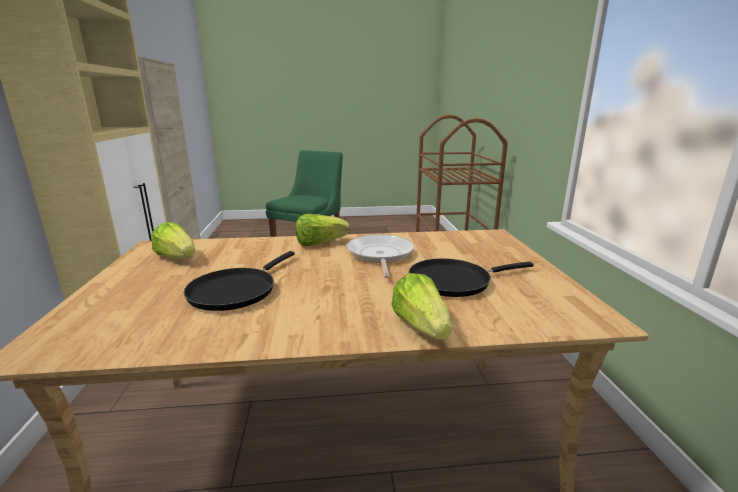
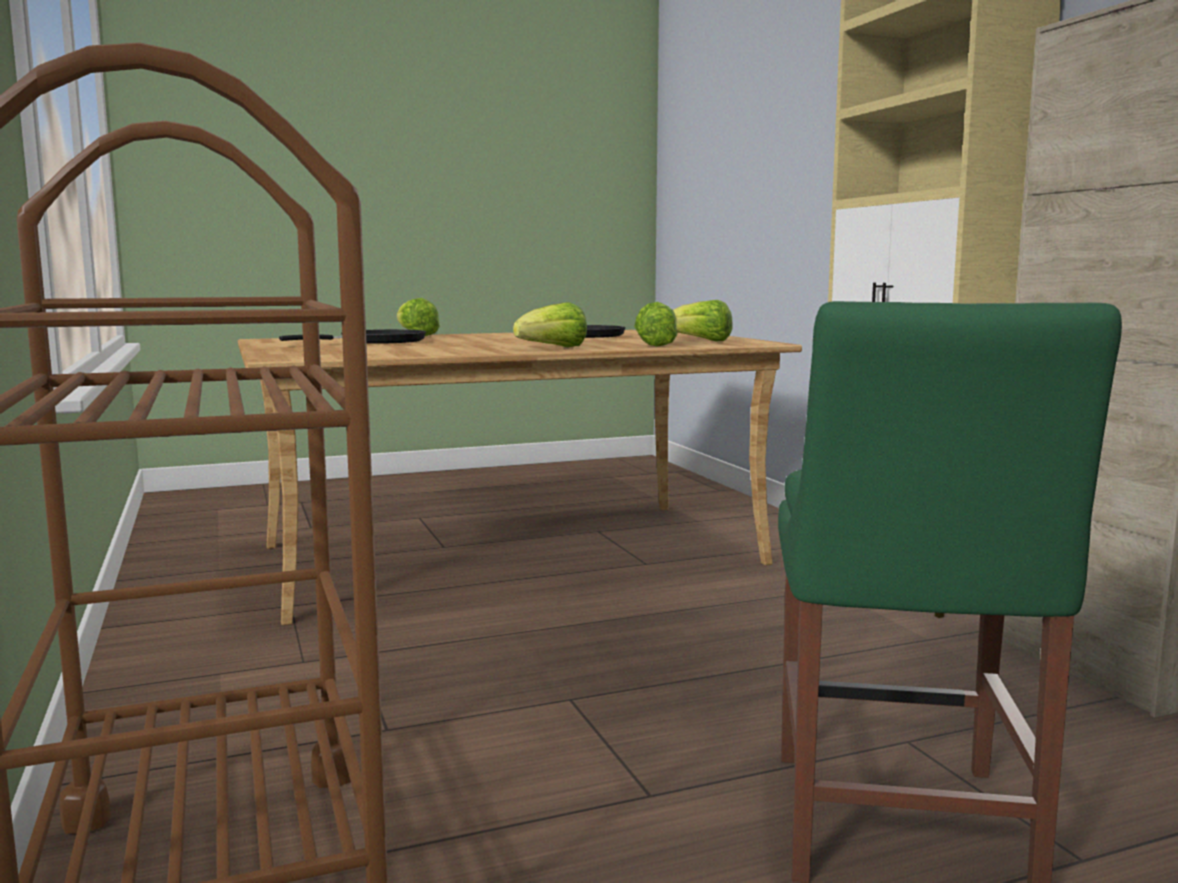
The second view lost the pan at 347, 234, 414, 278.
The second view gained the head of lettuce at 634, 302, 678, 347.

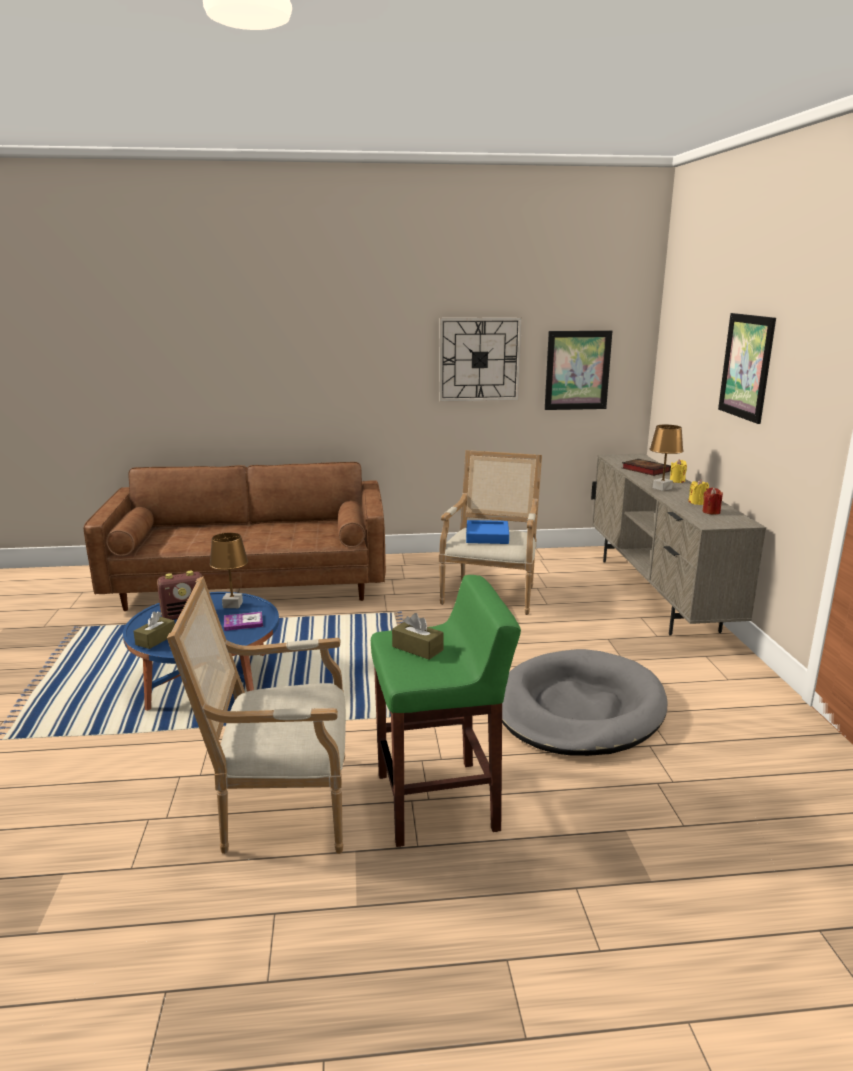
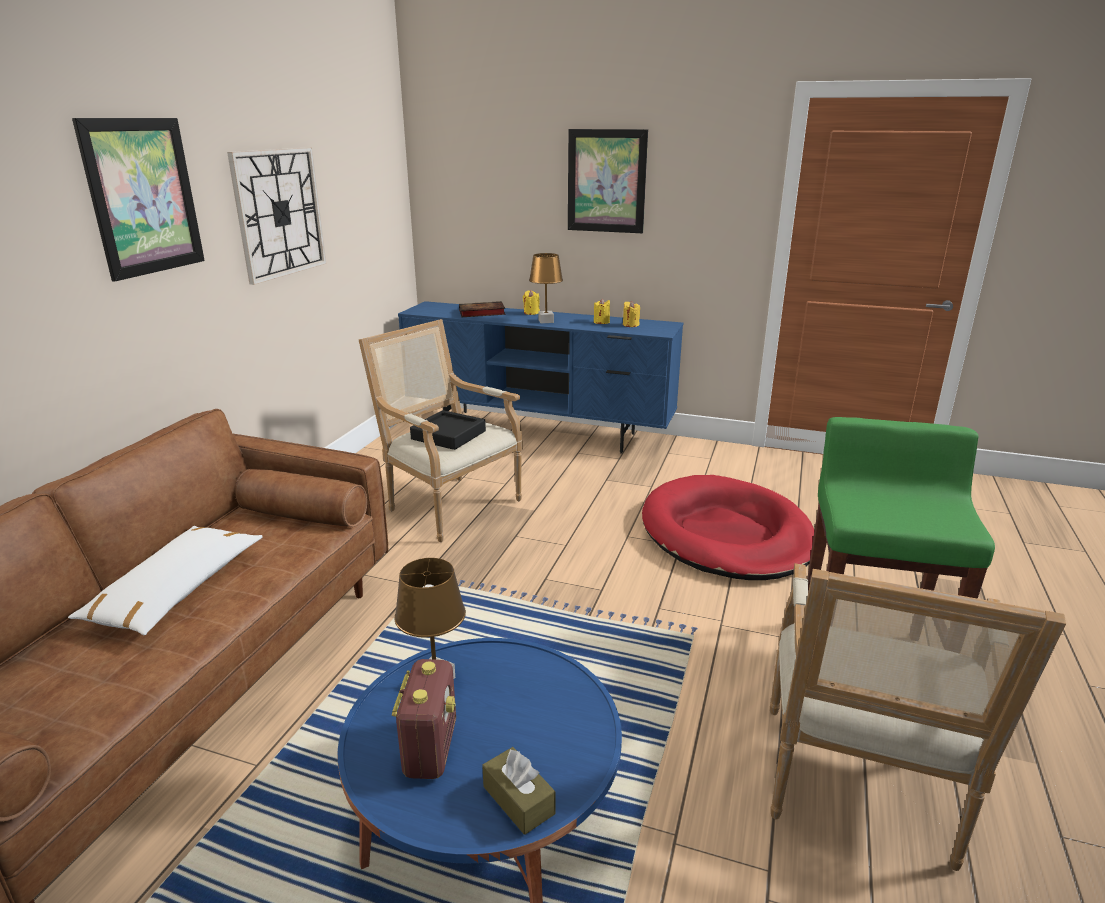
The second view lost the book at 224, 612, 263, 631.
The second view lost the tissue holder in brown-coloured at 392, 613, 444, 660.
What was the tray in blue-coloured at 466, 520, 509, 544 turned into the tray in blackish at 410, 410, 486, 450.
What was the dog bed in grey at 502, 649, 667, 756 turned into the dog bed in red at 642, 475, 815, 580.
The wall art ended up elsewhere, having gone from 545, 330, 612, 410 to 72, 118, 205, 282.
What was the media console in sand-coloured at 591, 454, 766, 636 turned into the media console in blue-coloured at 398, 301, 683, 454.
What was the wax candle in red at 702, 487, 723, 514 turned into the wax candle in yellow-coloured at 623, 301, 640, 327.
The second view gained the throw pillow in white-coloured at 68, 526, 263, 635.

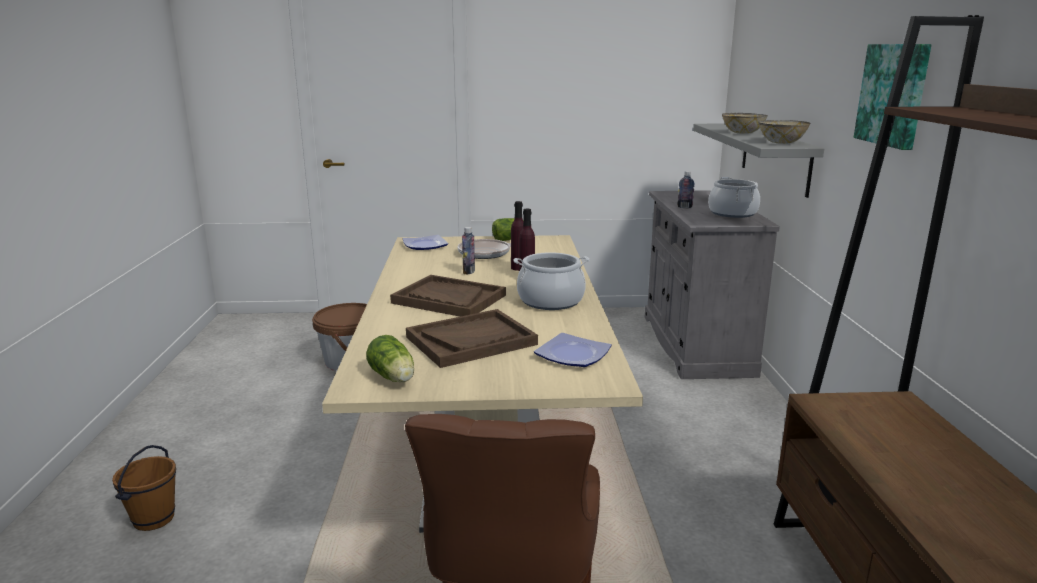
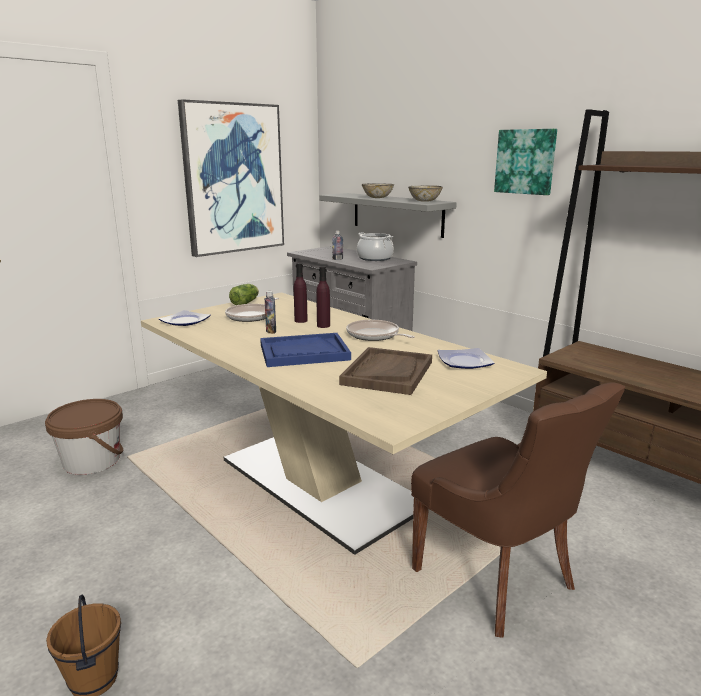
The second view lost the head of lettuce at 366, 335, 414, 382.
What was the tray in brown-coloured at 390, 275, 506, 317 turned into the tray in blue-coloured at 260, 333, 351, 367.
Where the saucepot stood at 514, 252, 589, 310, the pan came to stand at 346, 320, 415, 341.
The second view gained the wall art at 178, 99, 284, 257.

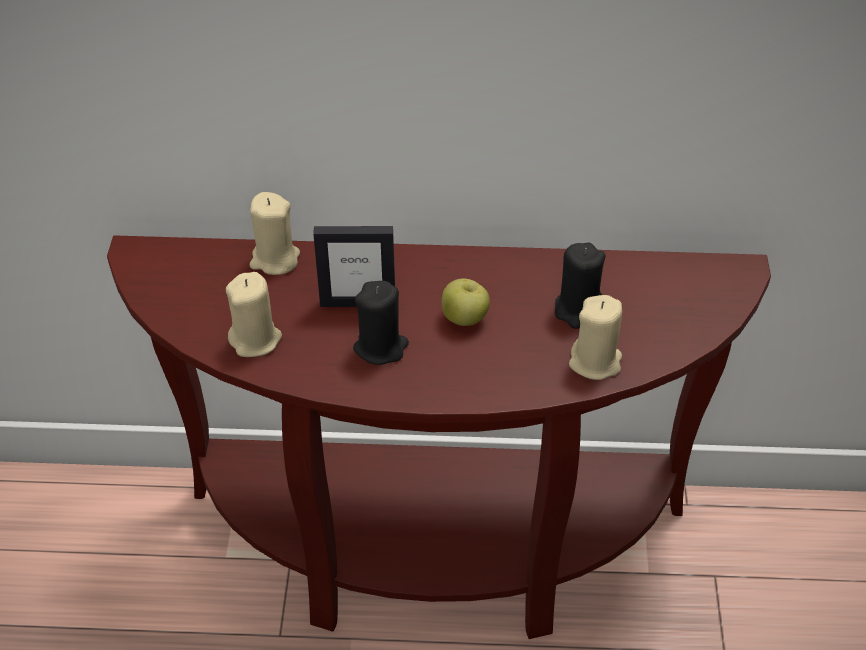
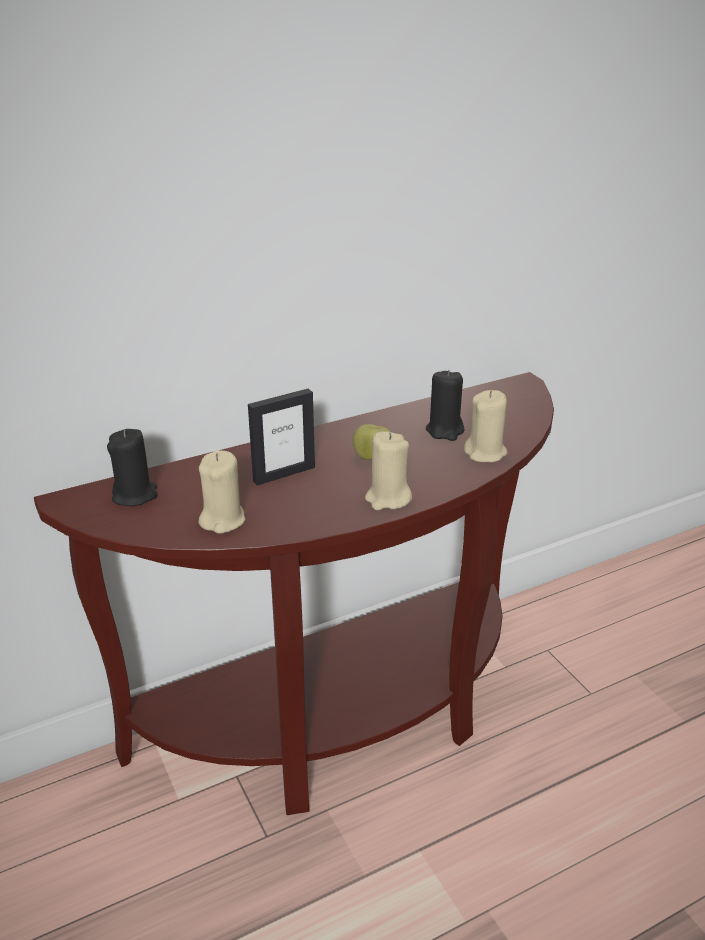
The wax candle in sand-coloured ended up elsewhere, having gone from 250, 192, 300, 275 to 365, 431, 412, 510.
The wax candle in blackish ended up elsewhere, having gone from 353, 281, 409, 365 to 107, 429, 158, 506.

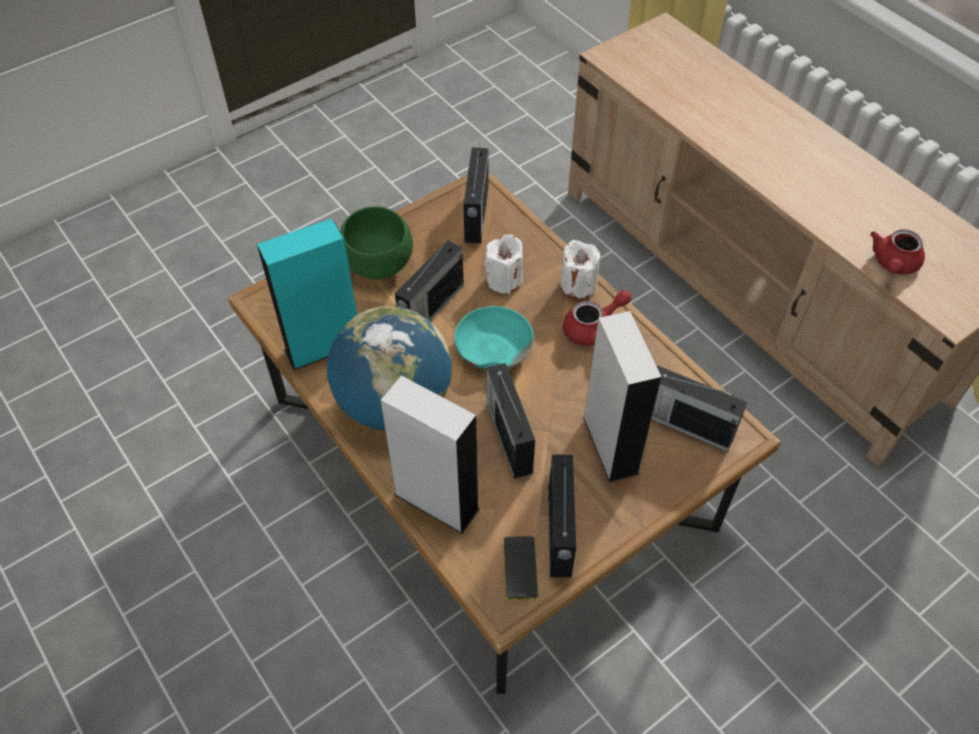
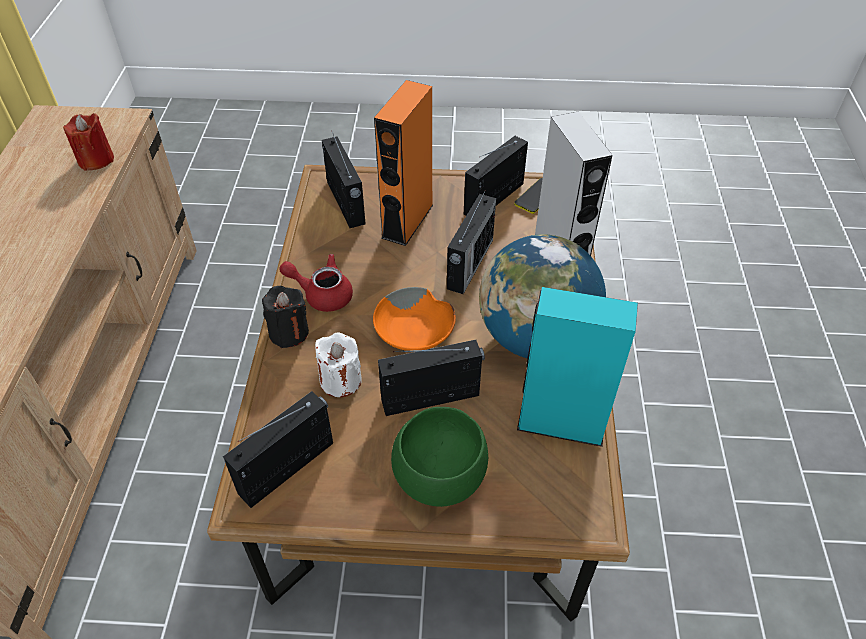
What was the bowl in turquoise-coloured at 454, 306, 534, 369 turned into the bowl in orange at 373, 287, 456, 351.
What was the wax candle in white-coloured at 561, 240, 600, 299 turned into the wax candle in blackish at 262, 286, 309, 348.
What was the speaker in grey at 583, 311, 662, 482 turned into the speaker in orange at 374, 80, 433, 246.
Where the tea pot in red stood at 870, 229, 925, 275, the wax candle in red came to stand at 63, 113, 114, 171.

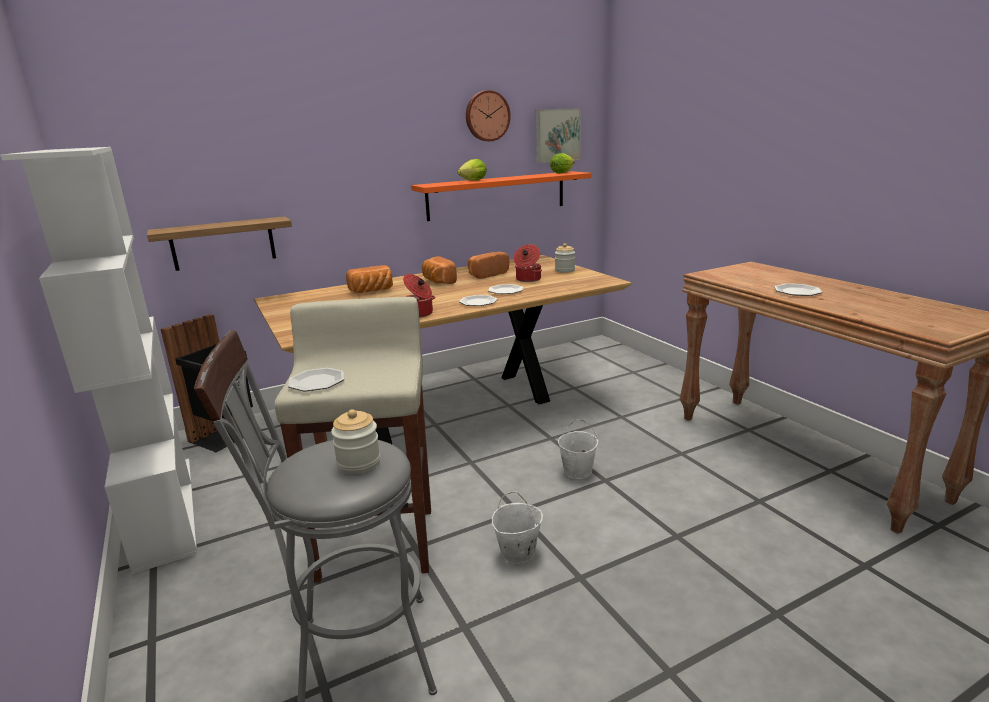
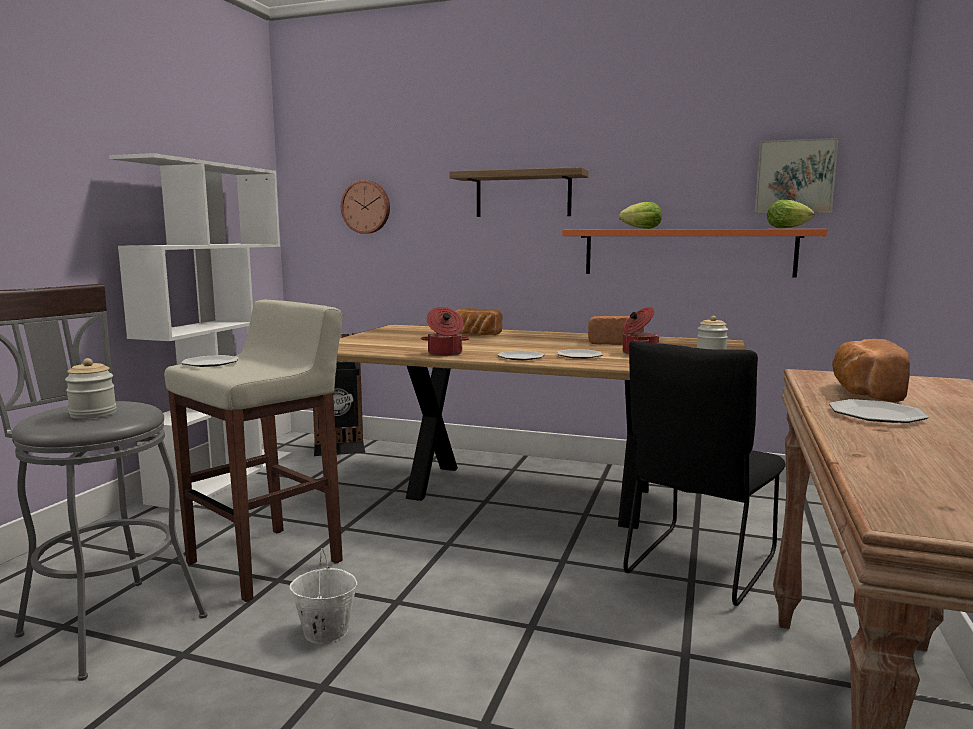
The wall shelf ended up elsewhere, having gone from 147, 216, 292, 271 to 450, 167, 589, 217.
The bakery bread ended up elsewhere, having gone from 422, 256, 457, 284 to 832, 339, 910, 402.
The clock on the wall ended up elsewhere, having gone from 466, 90, 511, 141 to 341, 180, 390, 234.
The second view lost the water bucket in white-coloured at 558, 419, 598, 479.
The second view gained the upright chair in blackish at 623, 341, 786, 606.

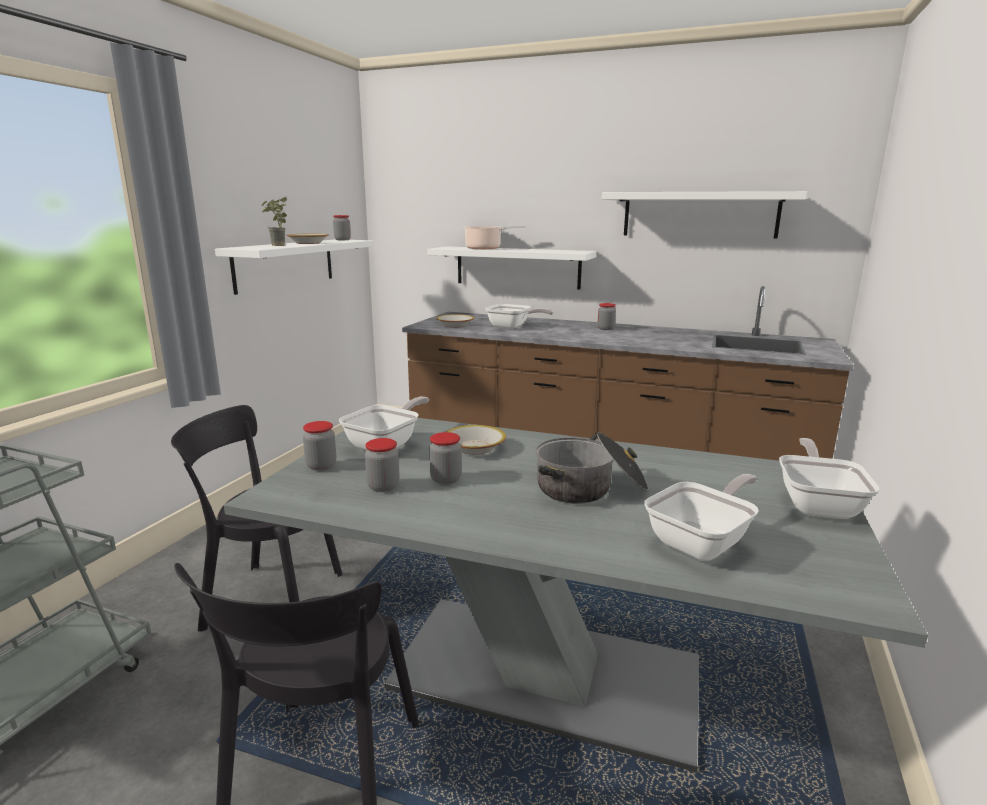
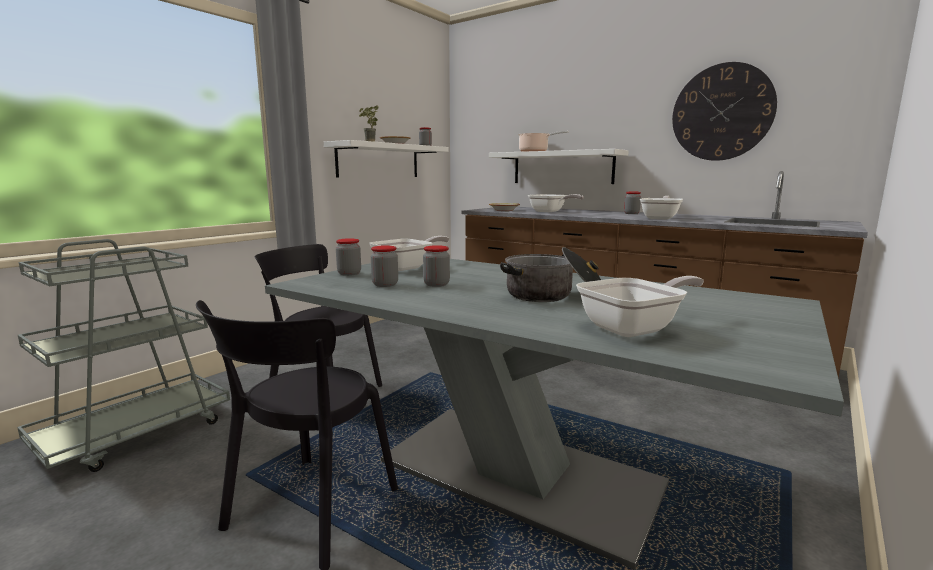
The second view lost the bowl at 447, 425, 506, 454.
Where the wall shelf in white-coloured hung at 602, 191, 807, 239, the clock on the wall came to hang at 672, 62, 777, 161.
The pan ended up elsewhere, having gone from 779, 438, 880, 519 to 640, 196, 683, 220.

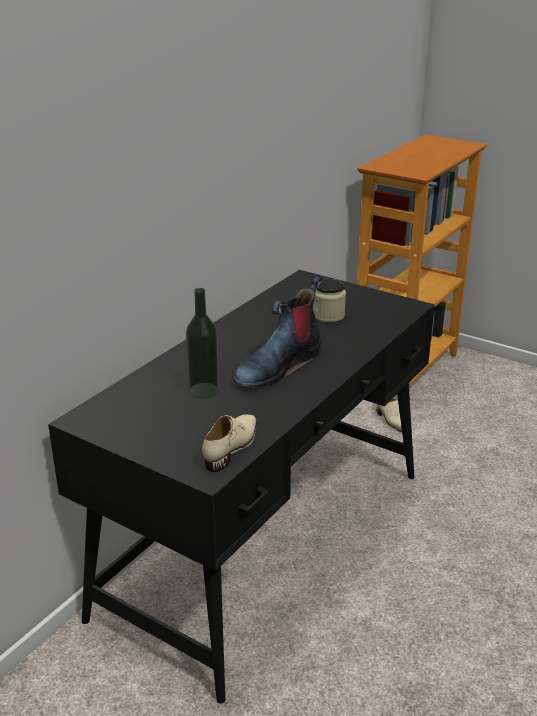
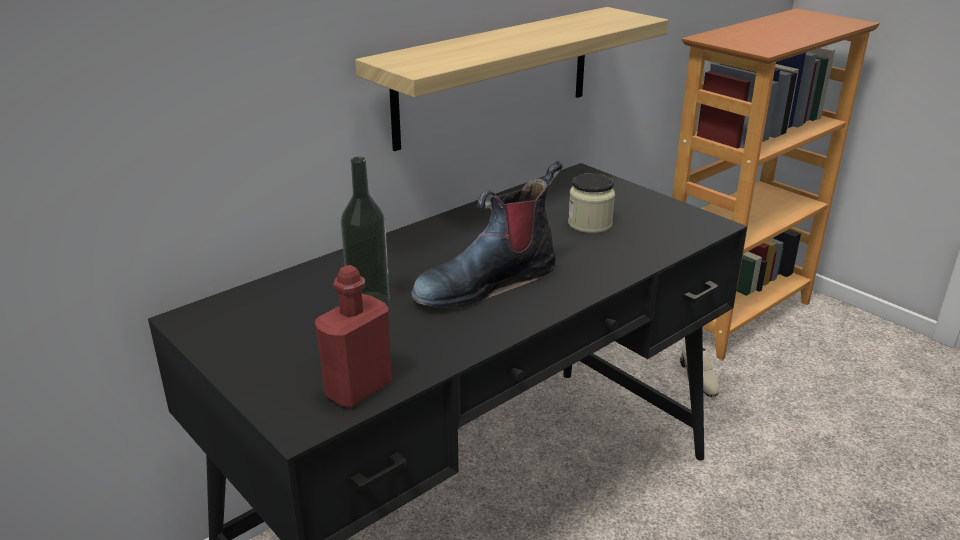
Where the shoe in sand-coloured stood at 202, 414, 257, 472, the bottle in red came to stand at 315, 265, 392, 408.
The second view gained the wall shelf at 355, 7, 668, 151.

